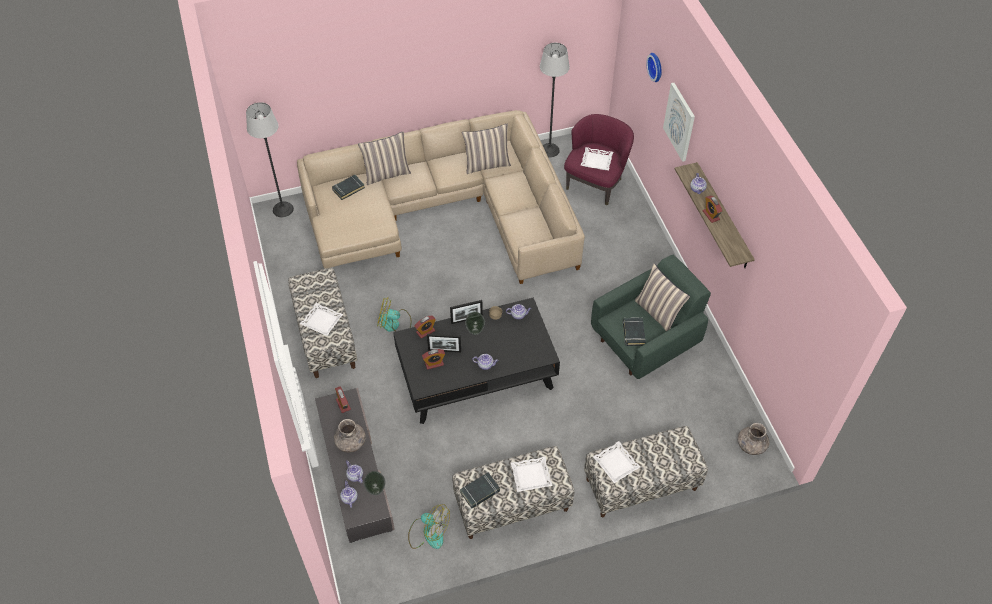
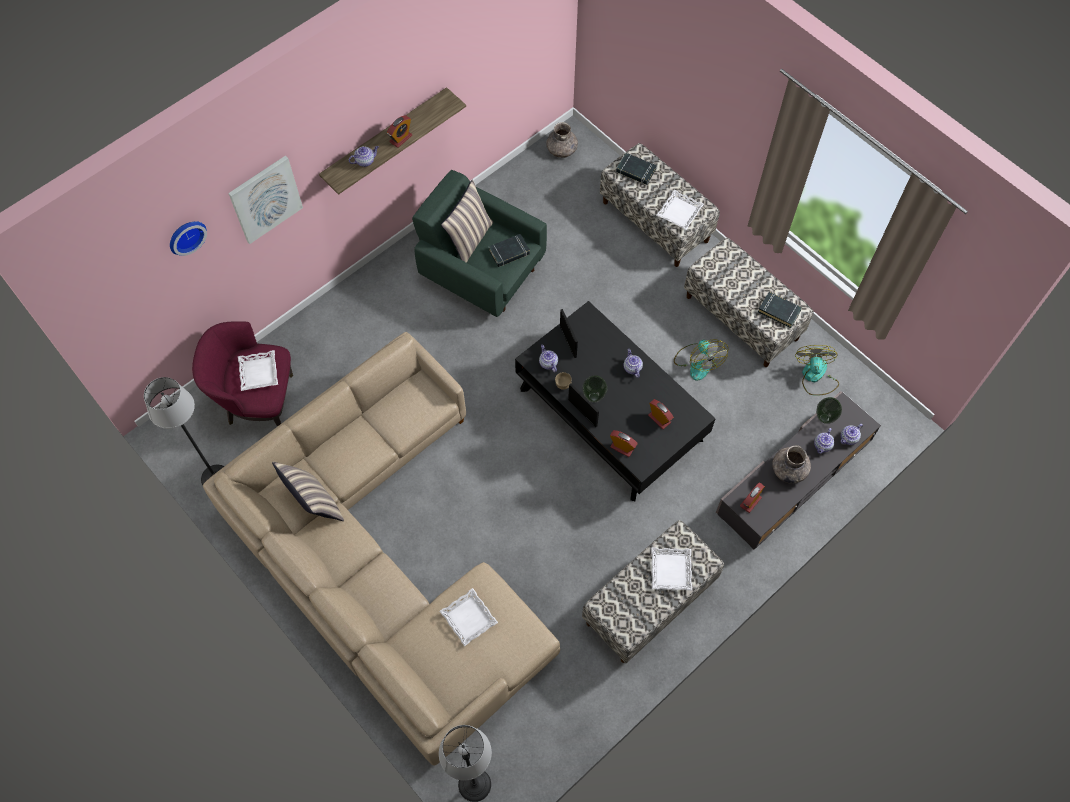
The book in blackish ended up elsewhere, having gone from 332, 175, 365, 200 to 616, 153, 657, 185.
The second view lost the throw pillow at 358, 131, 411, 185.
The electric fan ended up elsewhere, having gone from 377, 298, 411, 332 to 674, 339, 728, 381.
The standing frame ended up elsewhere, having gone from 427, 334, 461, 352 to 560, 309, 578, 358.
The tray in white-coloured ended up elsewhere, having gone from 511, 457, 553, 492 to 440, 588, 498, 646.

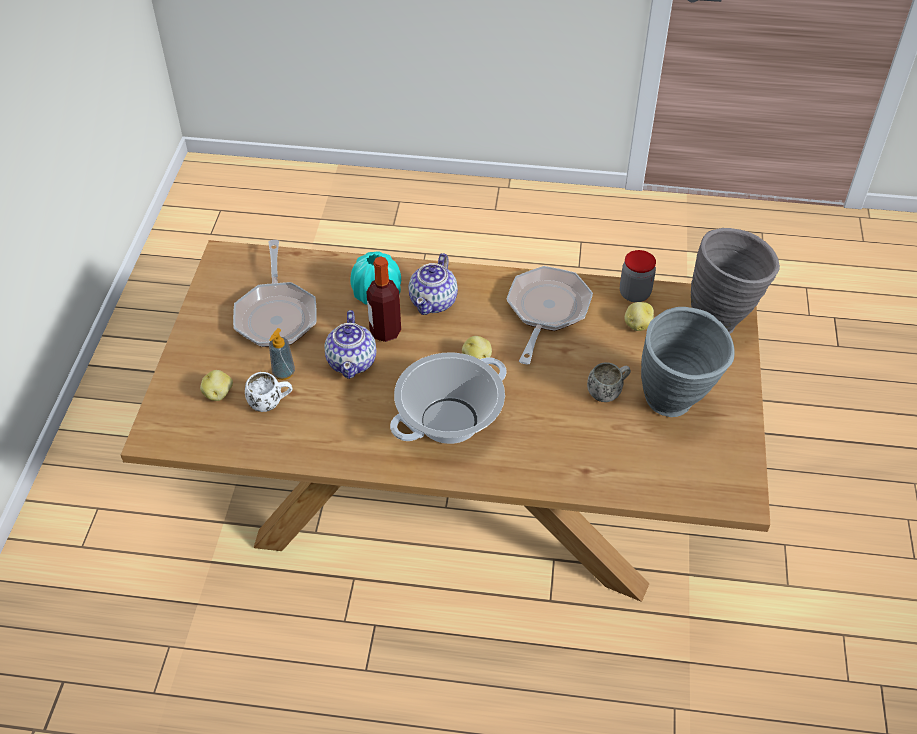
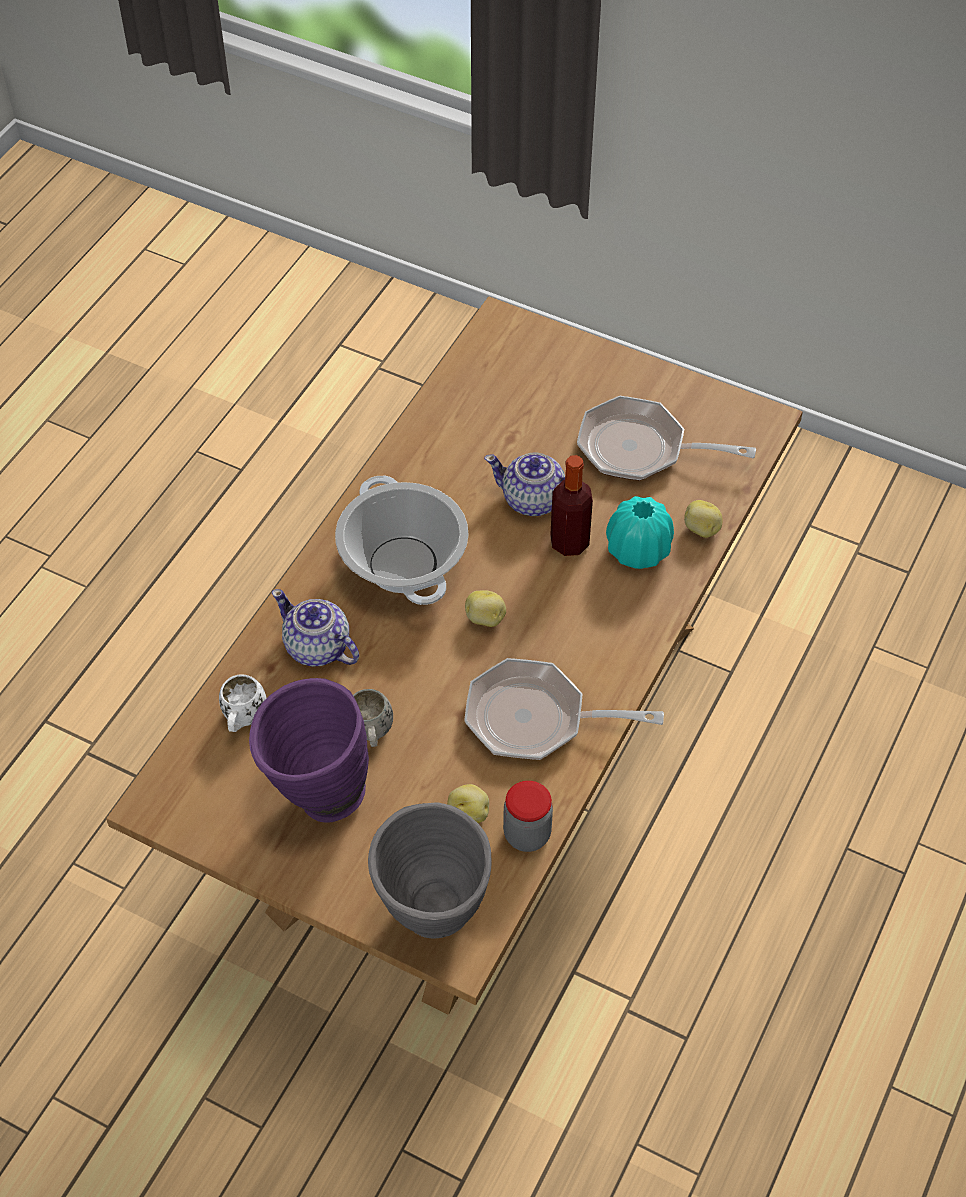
The whole potato ended up elsewhere, having gone from 200, 370, 233, 401 to 684, 500, 723, 538.
The mug in white-coloured ended up elsewhere, having gone from 245, 372, 293, 412 to 219, 674, 267, 732.
The second view lost the liquid soap bottle at 269, 328, 295, 380.
The tea pot ended up elsewhere, having gone from 409, 253, 458, 315 to 272, 589, 359, 667.
The pan at 507, 266, 593, 365 ended up facing another way, 150 degrees clockwise from before.
What was the decorative vase in grey at 641, 307, 735, 417 turned into the decorative vase in purple at 249, 678, 369, 823.

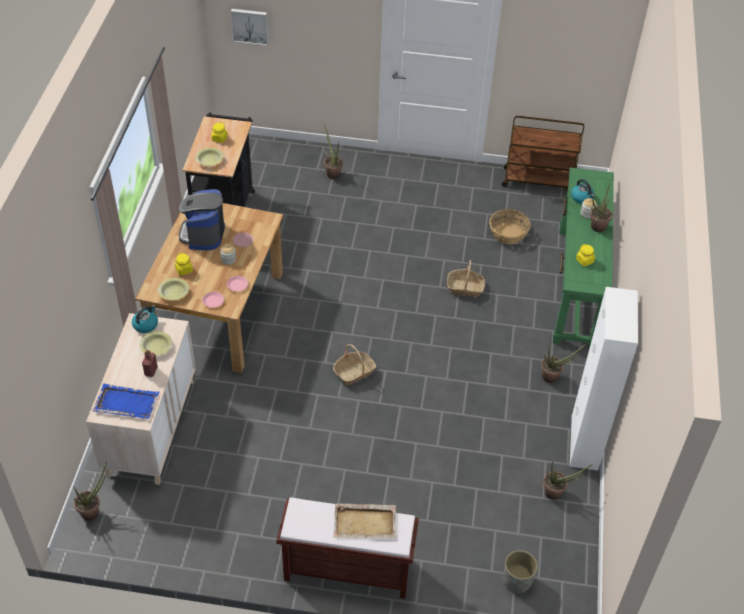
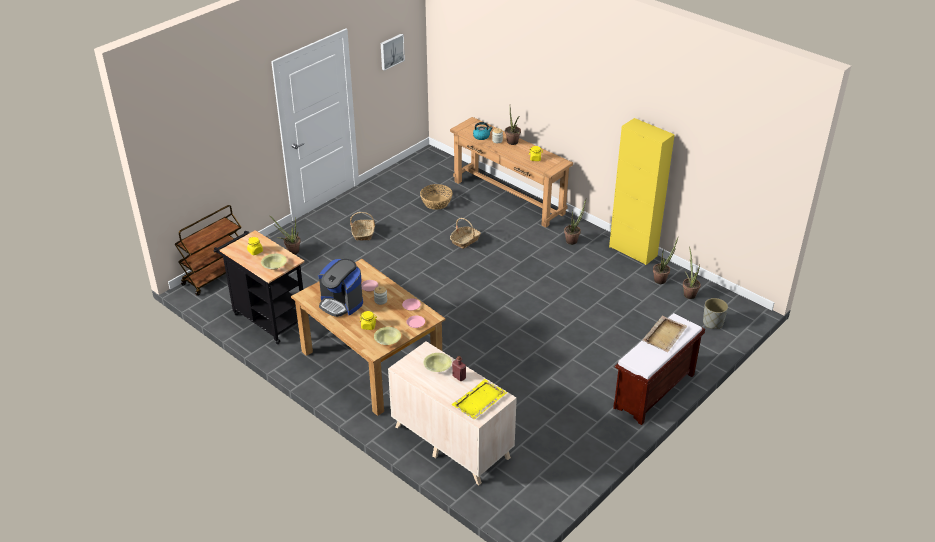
The houseplant ended up elsewhere, having gone from 74, 461, 107, 520 to 683, 247, 701, 299.
What was the tray in blue-coloured at 92, 384, 160, 419 turned into the tray in yellow-coloured at 451, 379, 507, 419.
The second view lost the tea kettle at 132, 305, 158, 333.
The wall art ended up elsewhere, having gone from 231, 9, 269, 46 to 381, 34, 405, 71.
The storage basket ended up elsewhere, having gone from 333, 344, 376, 385 to 350, 212, 375, 240.
The trolley in brown-coloured ended up elsewhere, having gone from 502, 116, 584, 193 to 175, 205, 241, 296.
What was the narrow table in green-coloured at 553, 167, 614, 348 turned into the narrow table in brown-coloured at 450, 117, 573, 228.
What was the cupboard in white-coloured at 570, 287, 638, 471 turned into the cupboard in yellow-coloured at 609, 118, 675, 265.

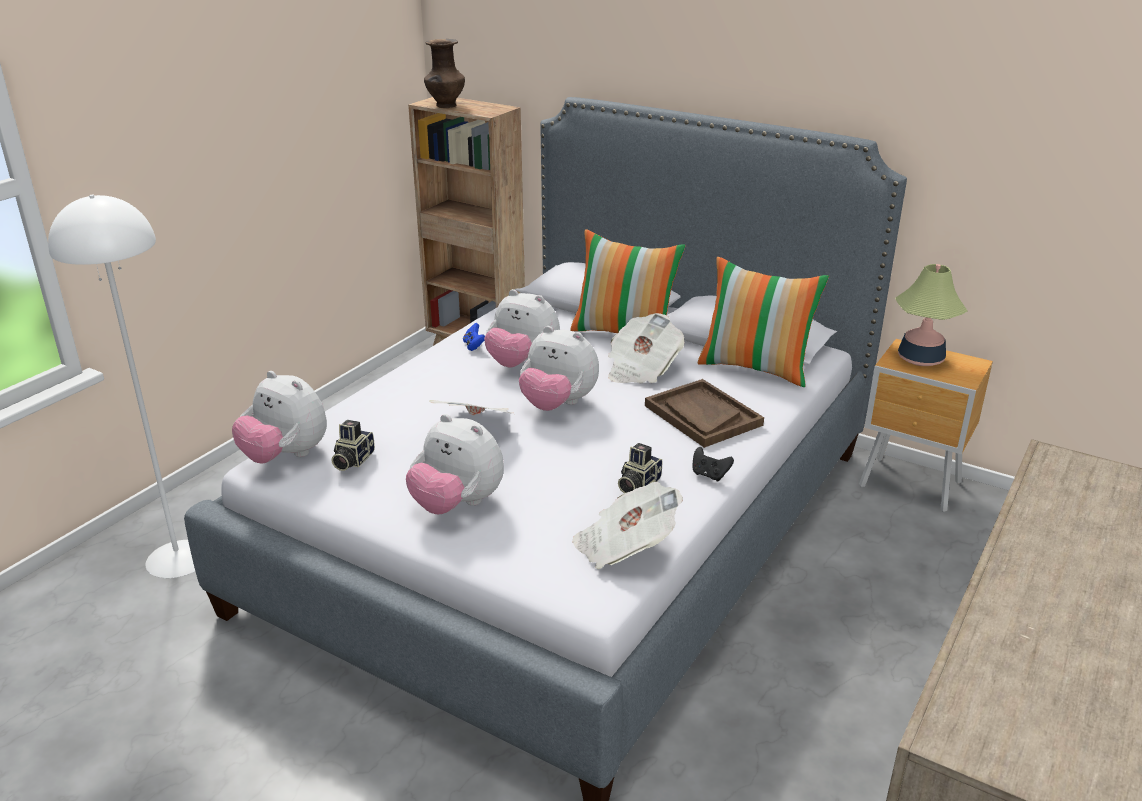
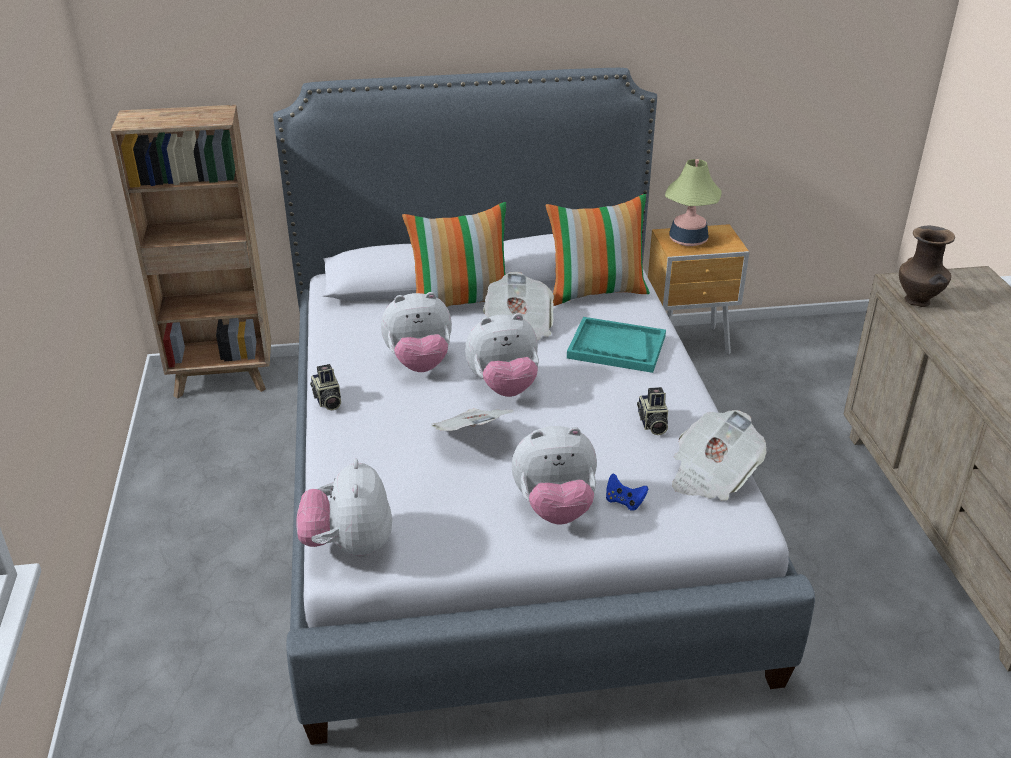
The second view lost the standard lamp in white-coloured at 48, 195, 195, 578.
The soft toy at 232, 371, 327, 464 ended up facing another way, 90 degrees clockwise from before.
The still camera ended up elsewhere, having gone from 331, 420, 375, 471 to 310, 364, 341, 410.
The decorative vase in brown-coloured ended up elsewhere, having gone from 424, 39, 465, 108 to 899, 226, 955, 307.
The gamepad in blue-coloured ended up elsewhere, having gone from 463, 323, 485, 351 to 606, 473, 648, 511.
What was the tray in brown-coloured at 645, 379, 764, 448 turned into the tray in turquoise-coloured at 567, 317, 666, 373.
The second view lost the gamepad in blackish at 692, 447, 734, 482.

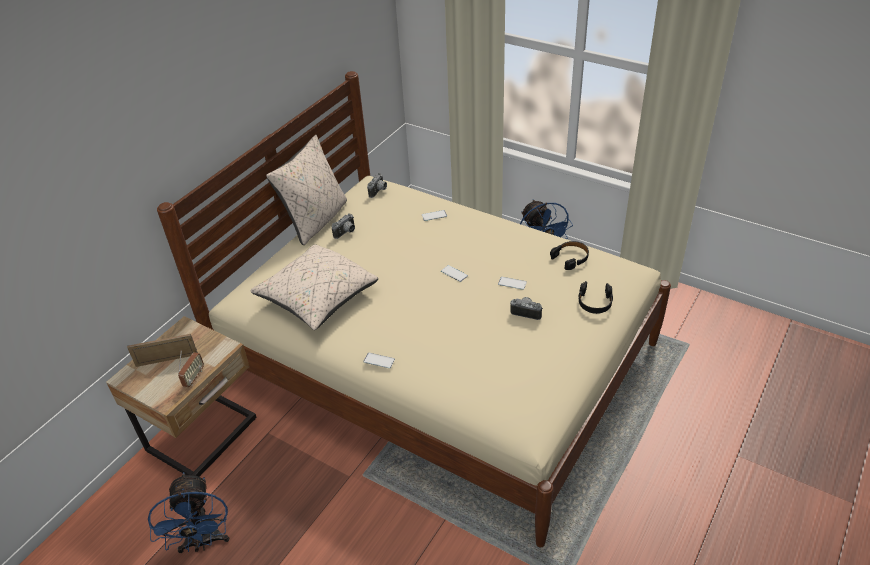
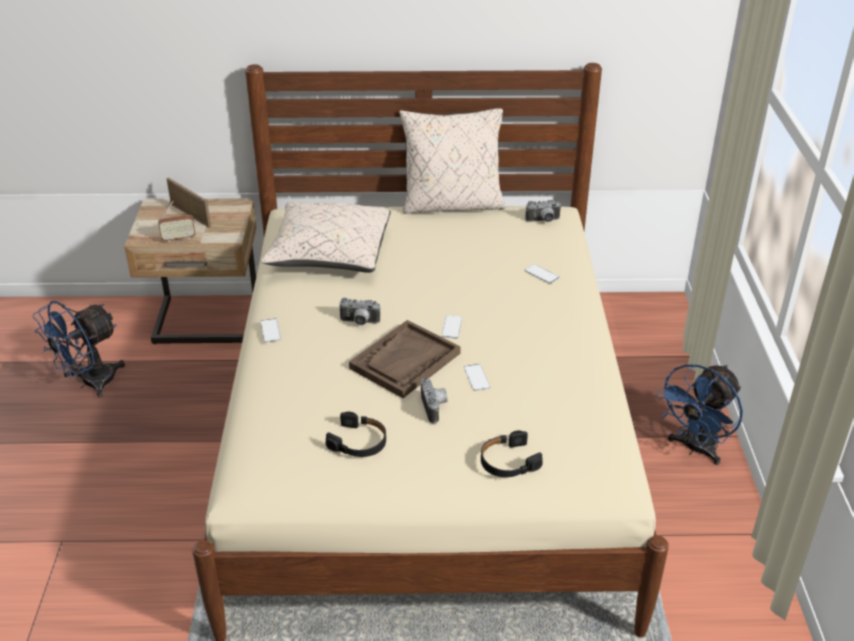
The still camera ended up elsewhere, having gone from 331, 213, 355, 239 to 339, 298, 380, 325.
The headphones in blackish ended up elsewhere, having gone from 550, 241, 589, 270 to 326, 412, 386, 457.
The second view gained the tray in brown-coloured at 349, 320, 461, 398.

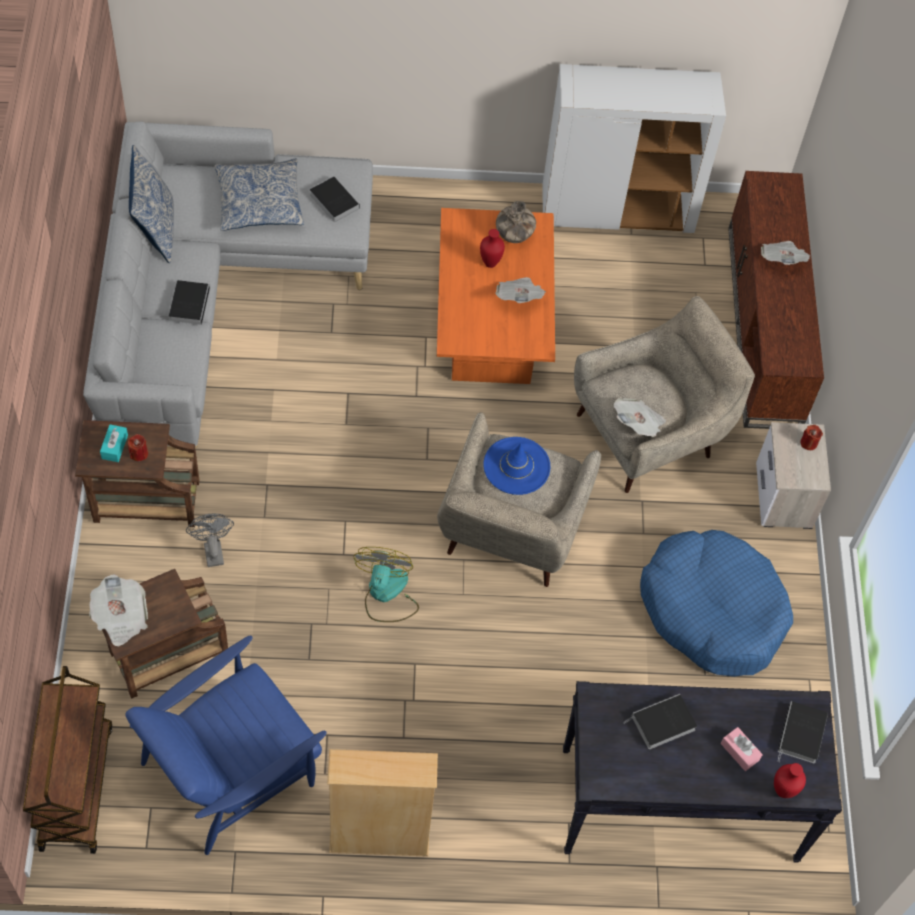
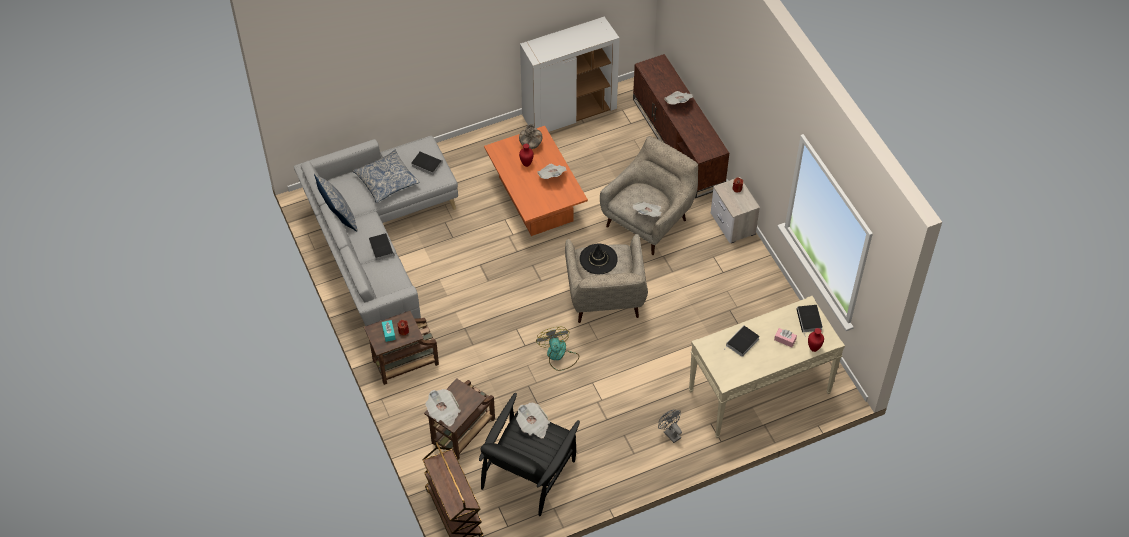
What was the lounge chair in blue-coloured at 125, 636, 327, 855 turned into the lounge chair in blackish at 479, 393, 580, 516.
The electric fan in grey ended up elsewhere, having gone from 186, 514, 234, 567 to 658, 409, 682, 443.
The second view lost the shelving unit in sand-coloured at 327, 749, 438, 857.
What was the wearable hat in blue-coloured at 483, 437, 550, 495 turned into the wearable hat in blackish at 580, 244, 618, 274.
What was the narrow table in blackish at 563, 681, 842, 863 turned into the narrow table in sand-coloured at 689, 296, 845, 438.
The second view lost the dog bed in blue-coloured at 640, 530, 793, 677.
The second view gained the newspaper at 516, 403, 550, 439.

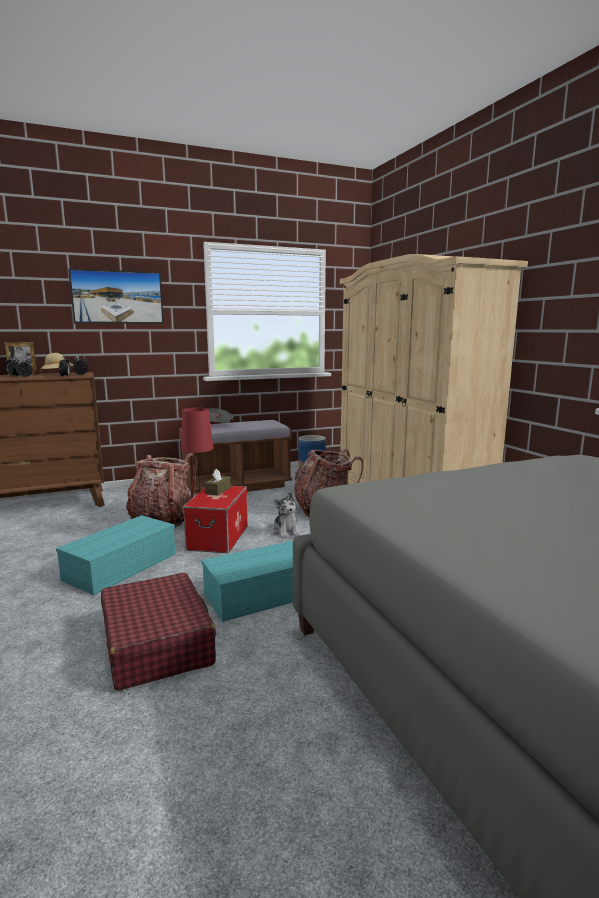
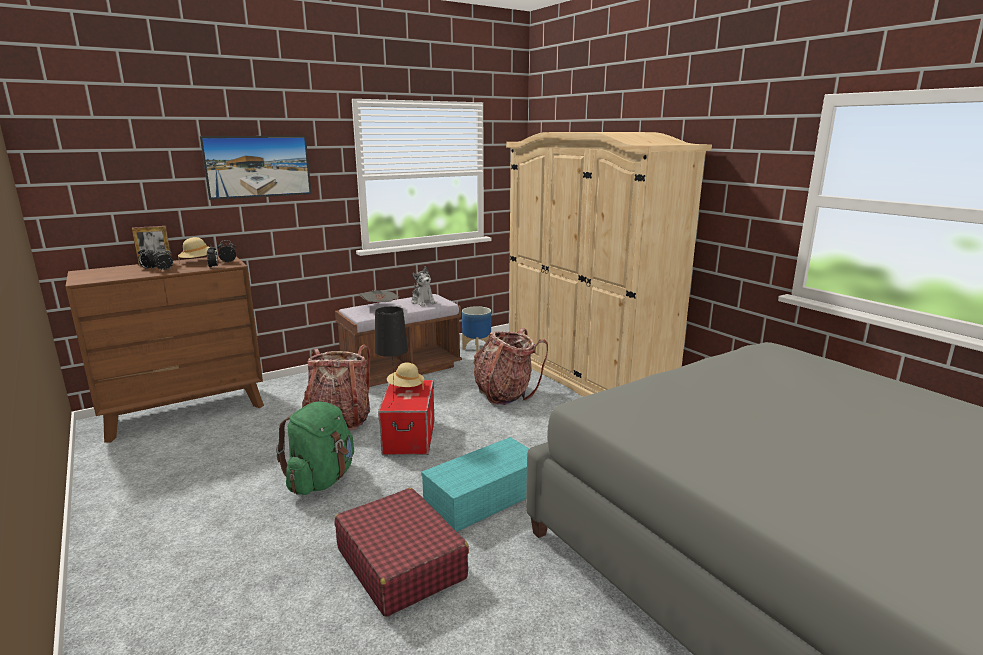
Where the storage container in turquoise-coloured stood at 56, 515, 176, 595, the knapsack in green-coloured came to stand at 276, 402, 354, 495.
What was the lamp for a table in red at 182, 408, 213, 505 turned into the lamp for a table in blackish at 375, 306, 408, 407.
Where the tissue holder in brown-coloured stood at 205, 469, 231, 496, the wearable hat in sand-coloured came to stand at 387, 363, 424, 390.
The soft toy ended up elsewhere, having gone from 273, 492, 301, 538 to 411, 266, 436, 306.

